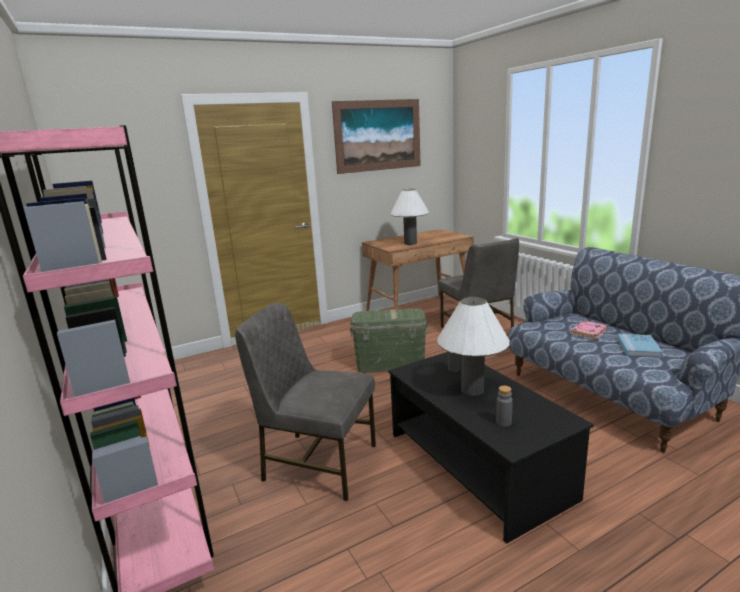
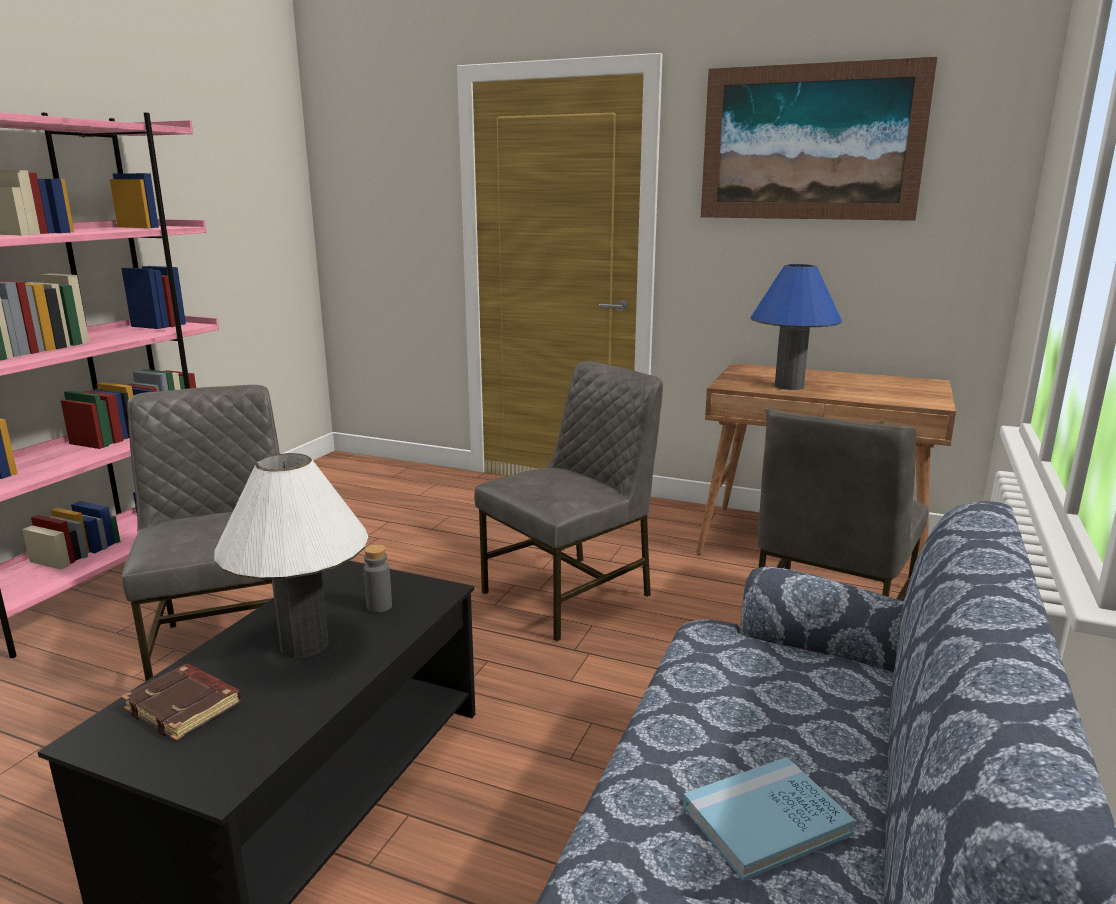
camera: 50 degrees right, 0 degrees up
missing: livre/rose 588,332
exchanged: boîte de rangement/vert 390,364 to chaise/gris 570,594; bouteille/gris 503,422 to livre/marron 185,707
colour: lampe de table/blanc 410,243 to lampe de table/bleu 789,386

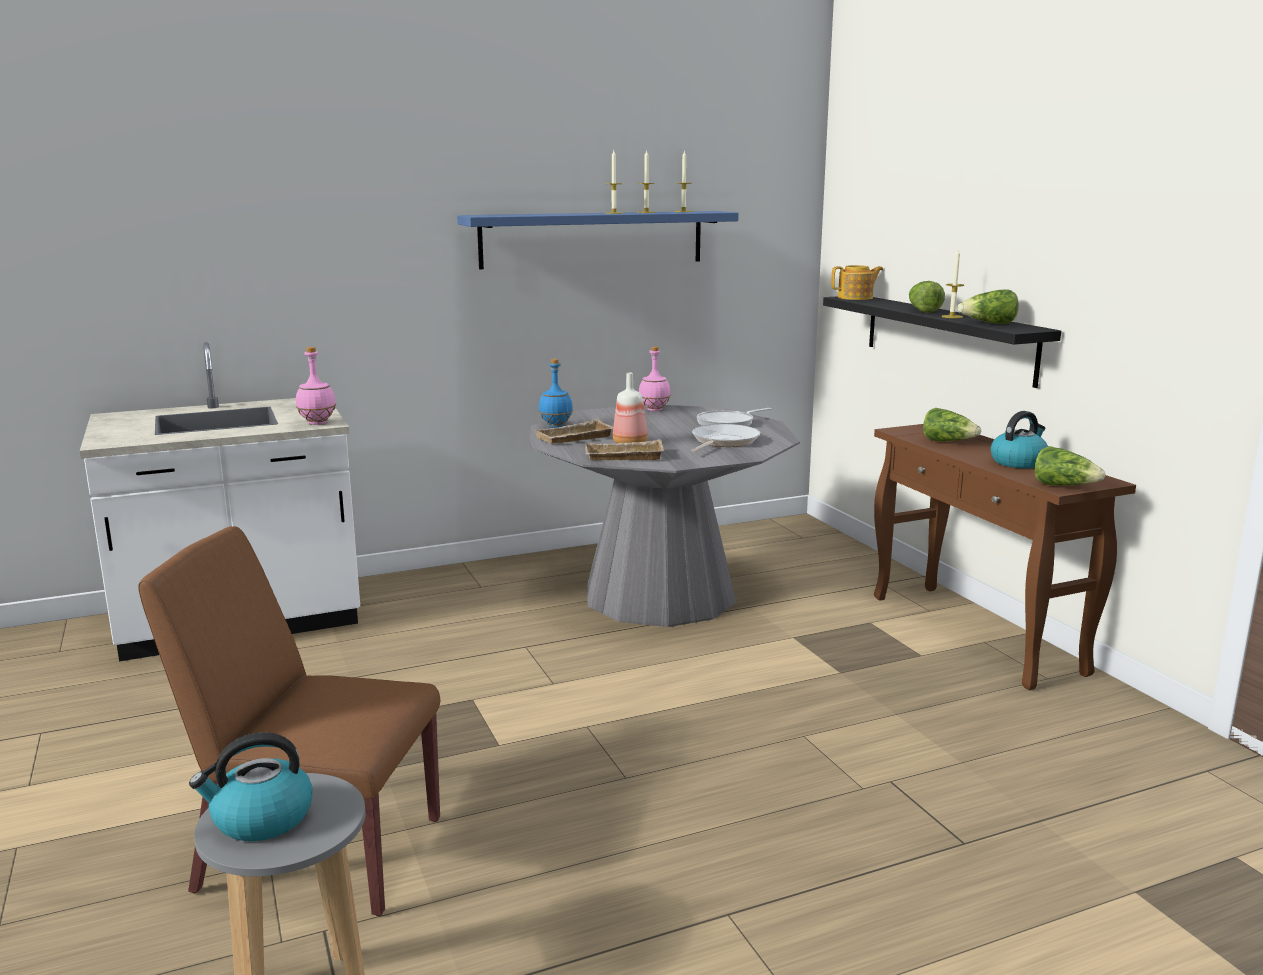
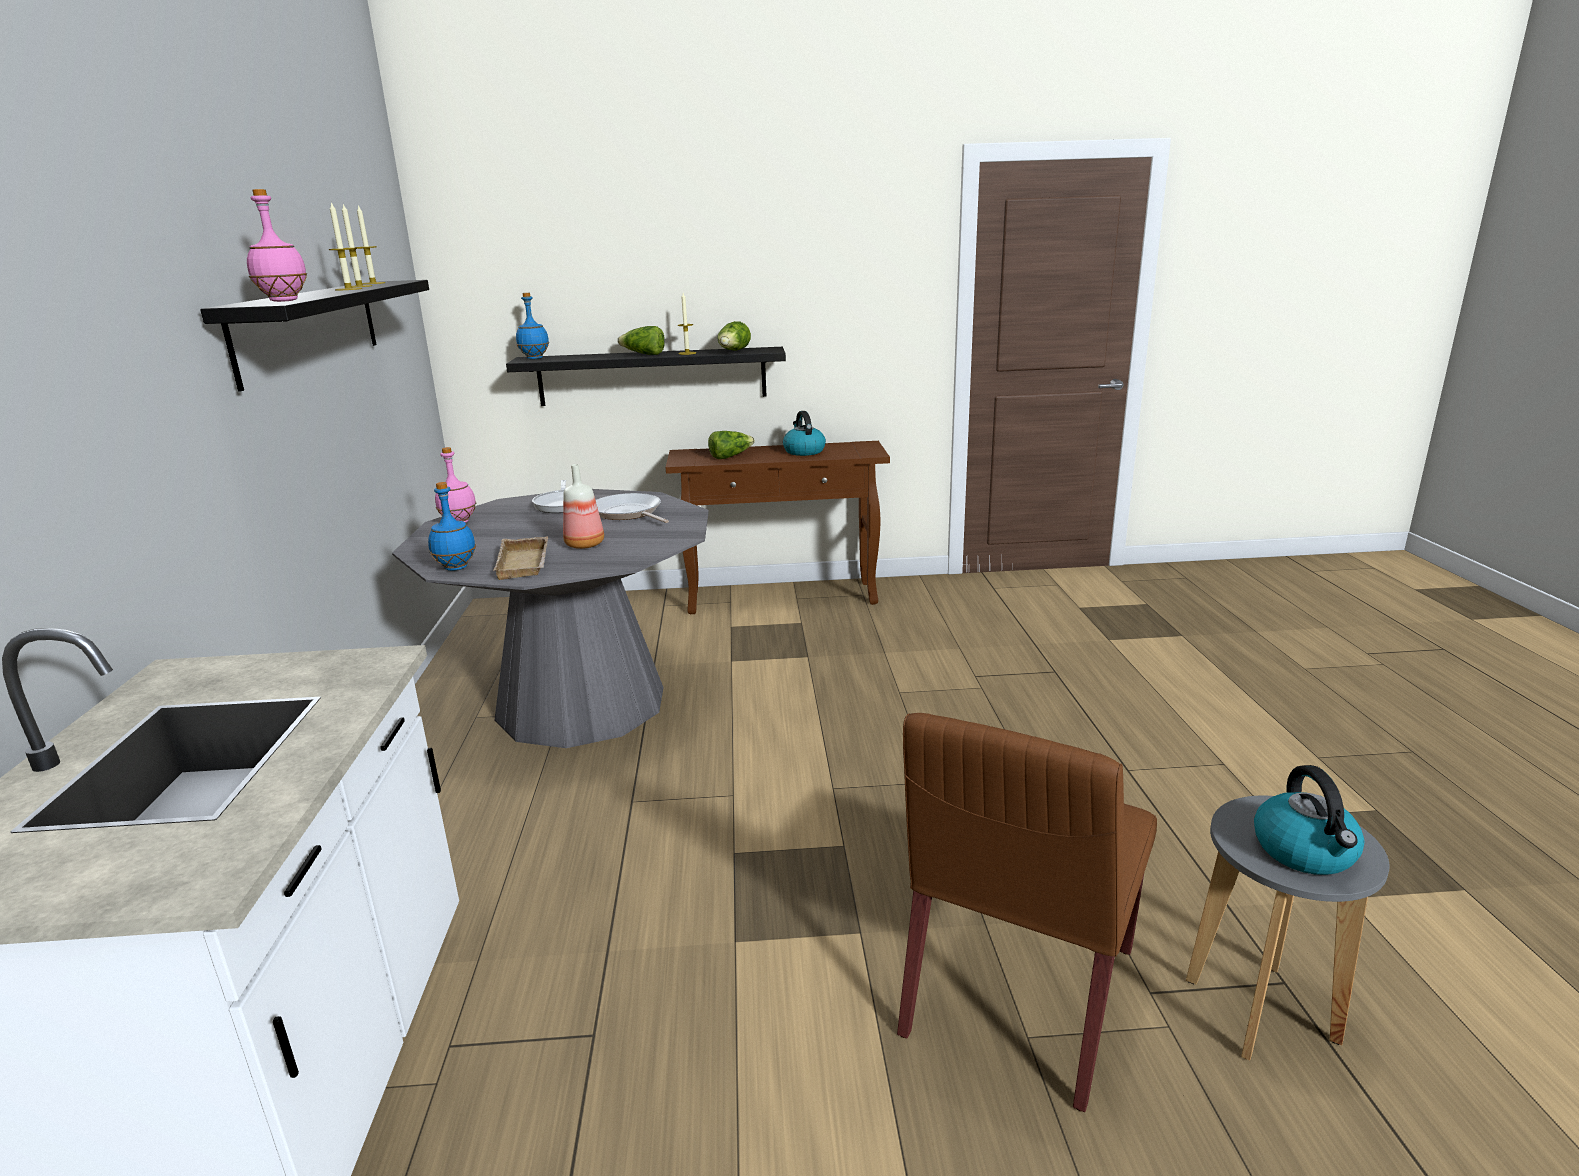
camera: 70 degrees left, 5 degrees up
missing: plateau/beige 622,457; laitue 1064,486
relocated: bouteille/rose 317,423 to 283,301
exchanged: théière 856,298 to bouteille/bleu 535,358
colour: étagère/bleu 593,239 to étagère/noir 309,329

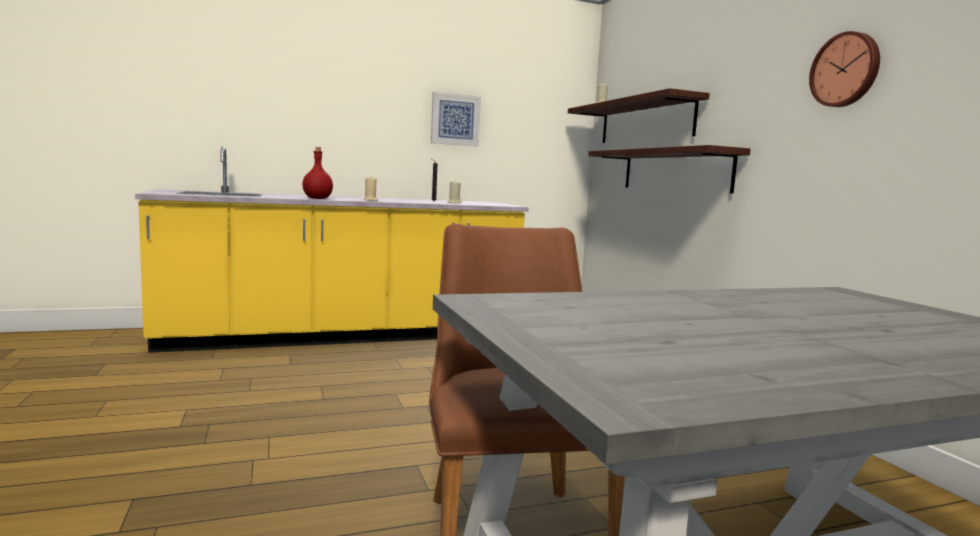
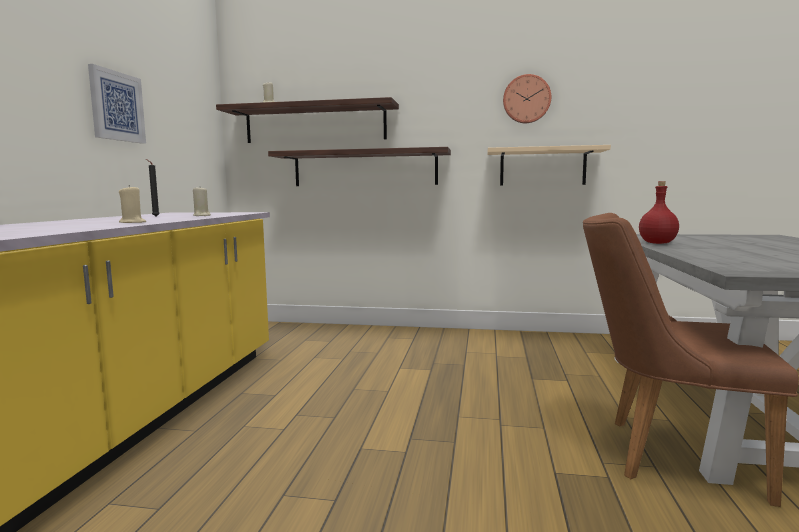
camera: 60 degrees left, 0 degrees up
appeared: étagère/beige 542,167
relocated: bouteille/rouge 317,198 to 658,243

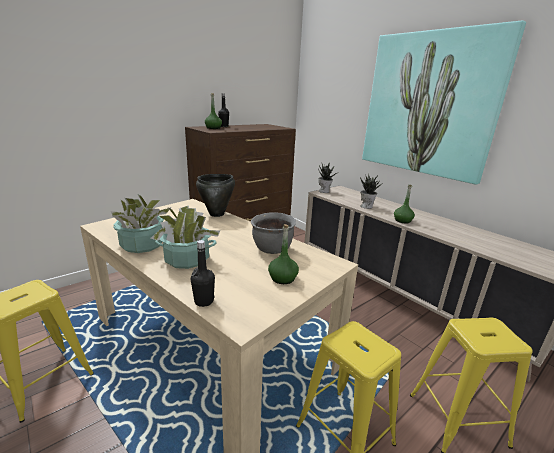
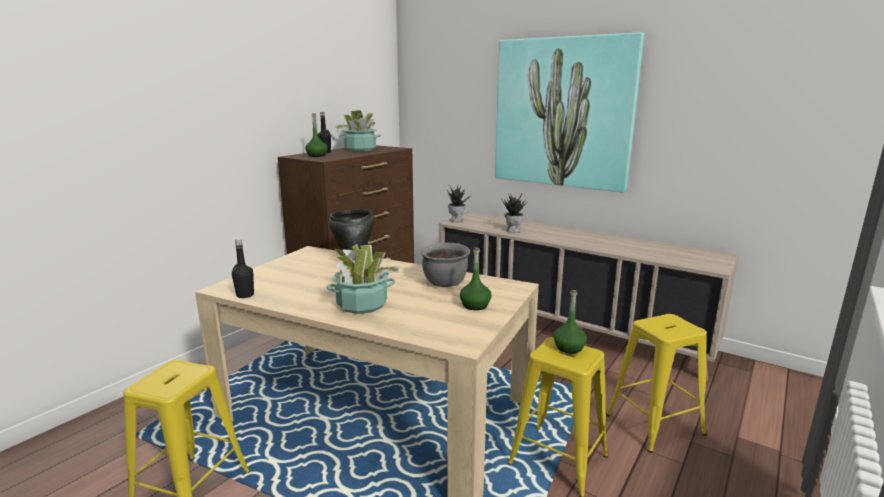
camera: 15 degrees left, 5 degrees down
relocated: plante en pot 142,245 to 360,149; bouteille/noir 204,301 to 245,295; bouteille/vert 402,220 to 568,347

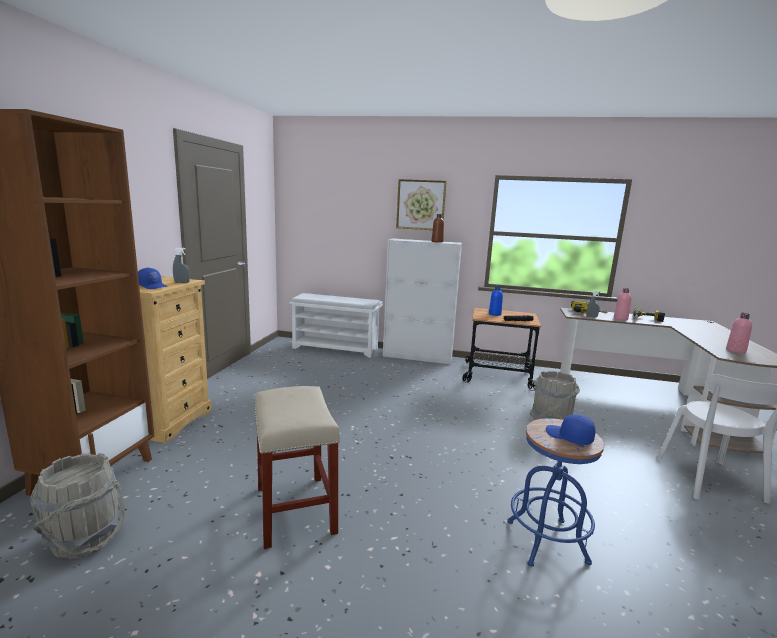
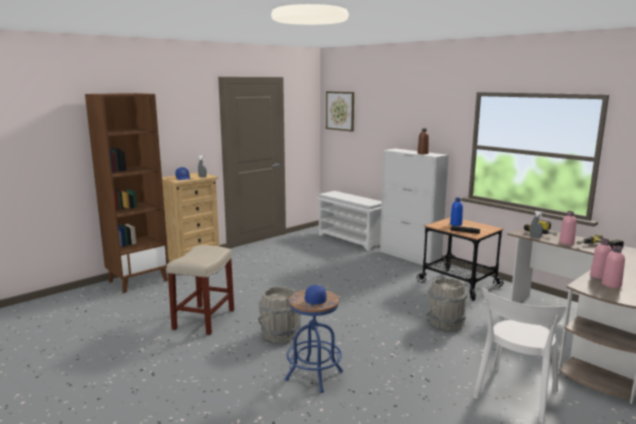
camera: 35 degrees right, 0 degrees up
appeared: bouteille/rose 599,276
relocated: seau/gris 85,538 to 279,335; tableau 421,205 to 340,111

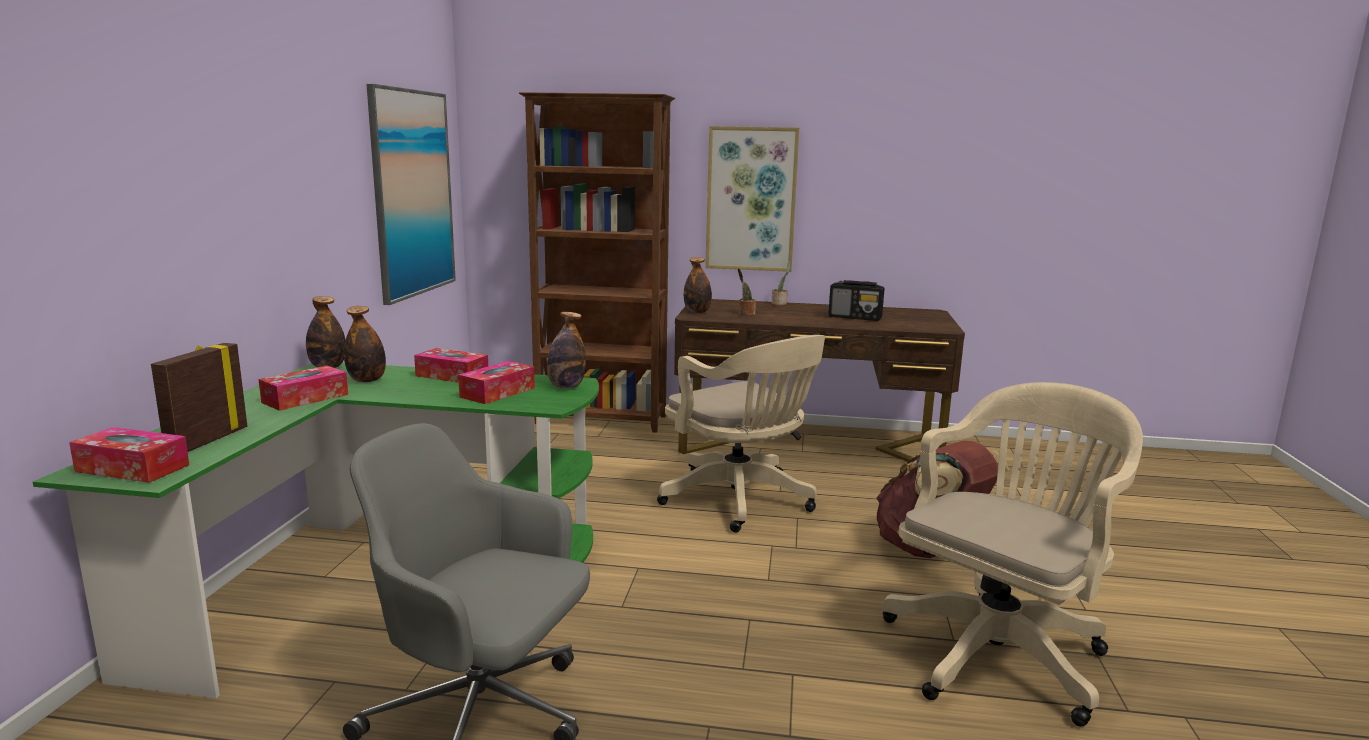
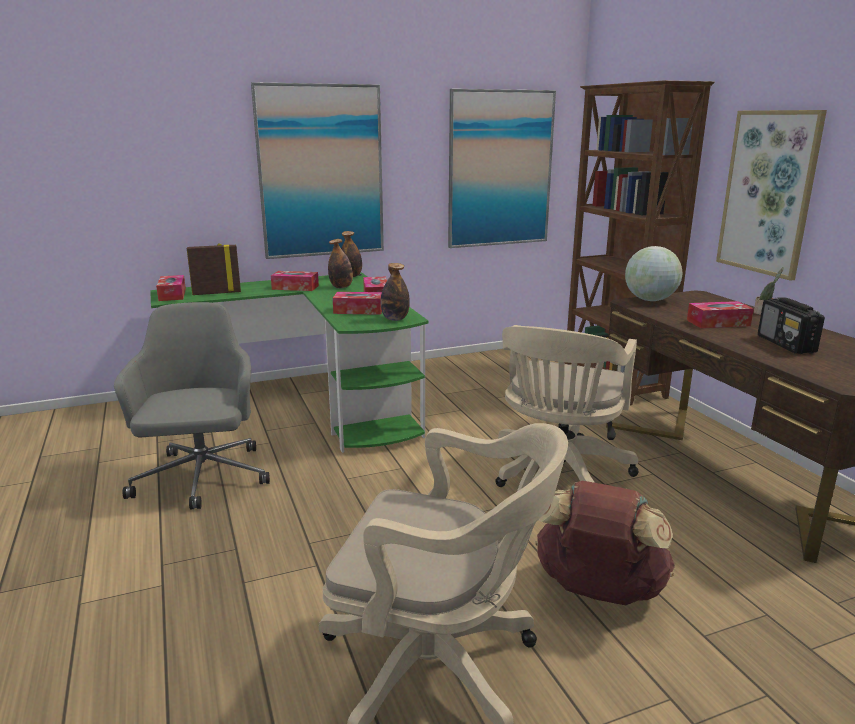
camera: 60 degrees right, 5 degrees up
missing: plante en pot 745,314
appeared: tableau 321,172; boîte à mouchoirs 718,323
exchanged: bouteille 697,312 to globe 650,300

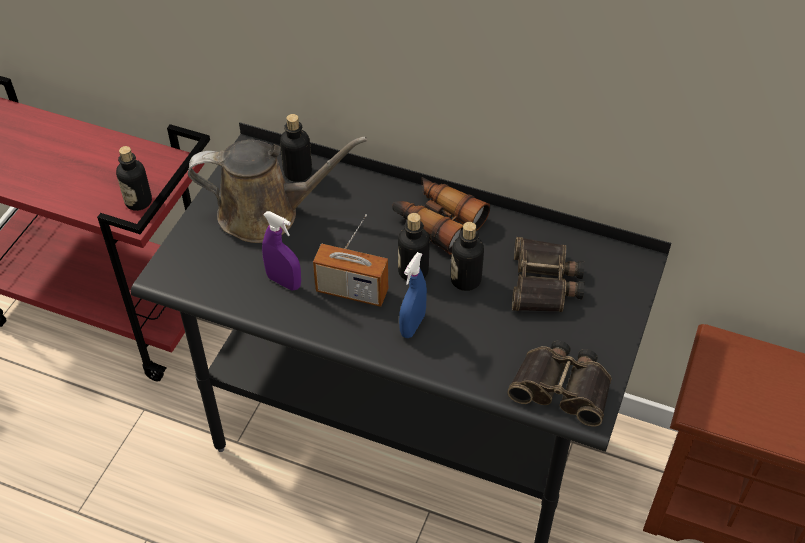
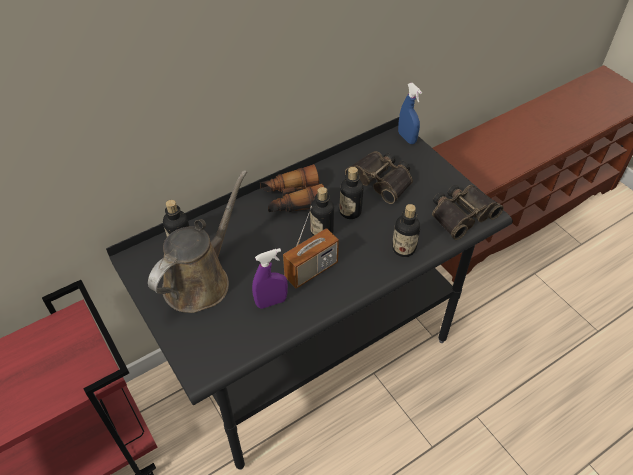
camera: 55 degrees left, 0 degrees up
relocated: bouteille 138,201 to 403,249; vaporisateur/bleu 412,325 to 407,138

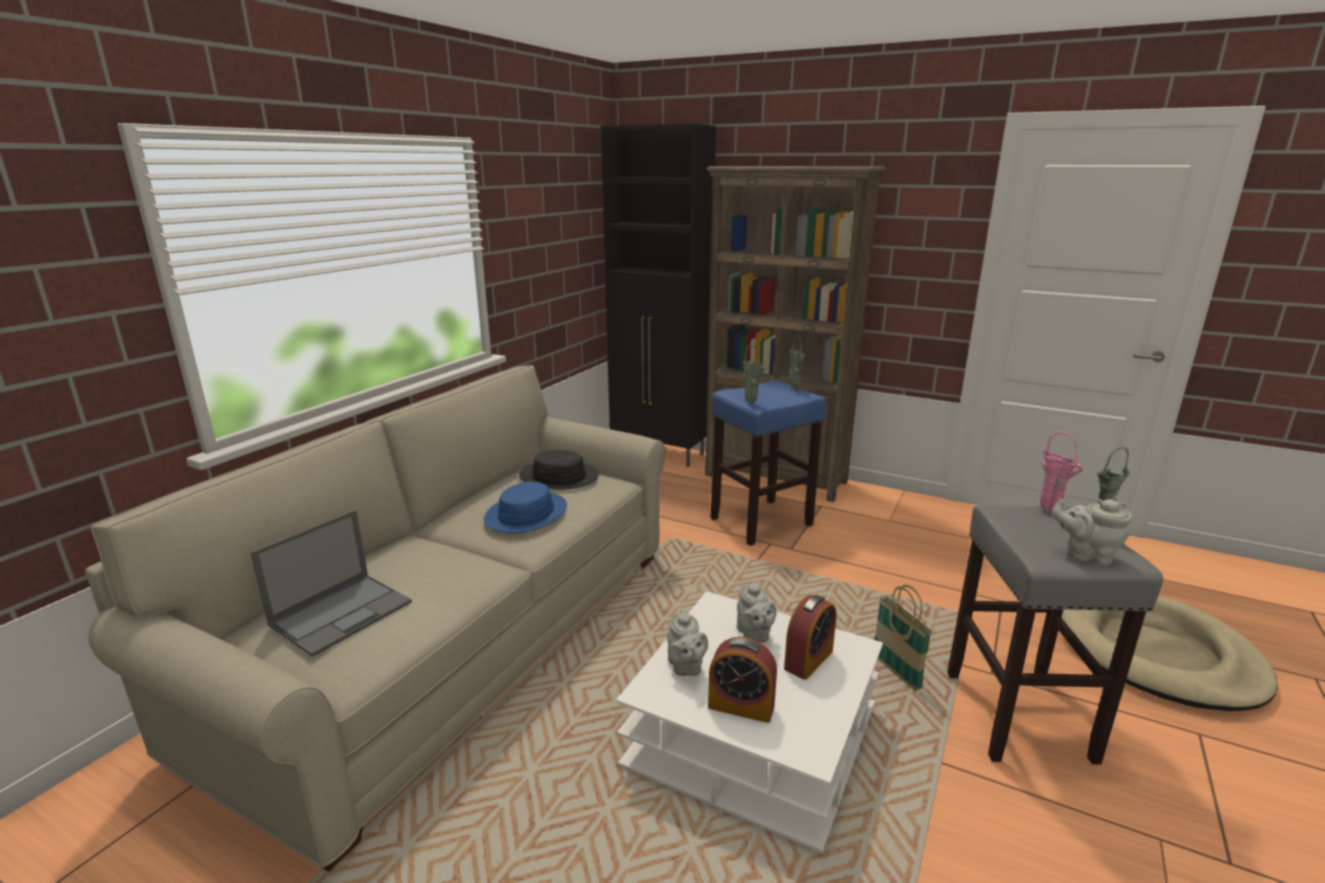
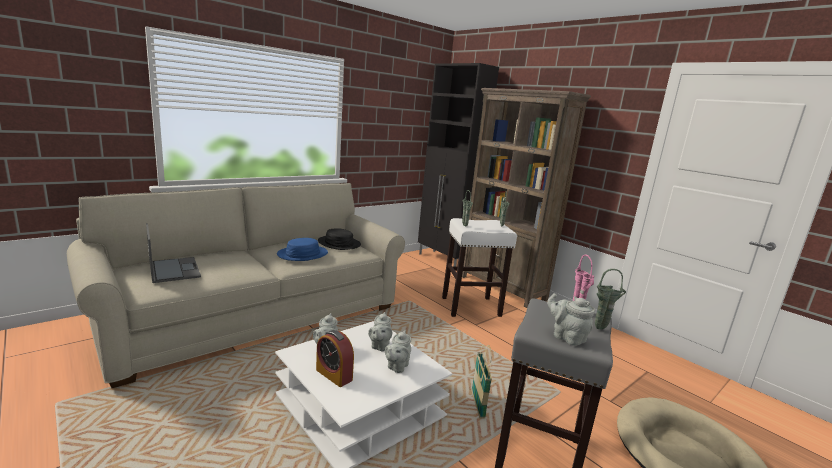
camera: 20 degrees right, 5 degrees down
exchanged: réveil 808,660 to théière/gris 397,367
colour: tabouret/bleu 762,521 to tabouret/blanc 471,306
spun: ordinateur portable 343,613 = 174,269 90 degrees counterclockwise

